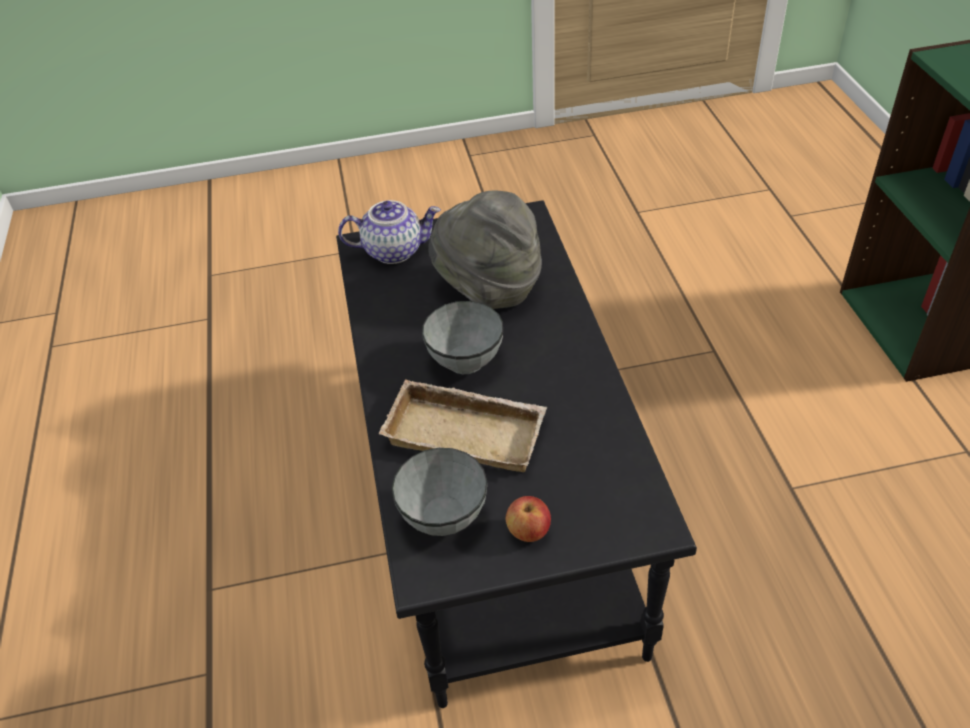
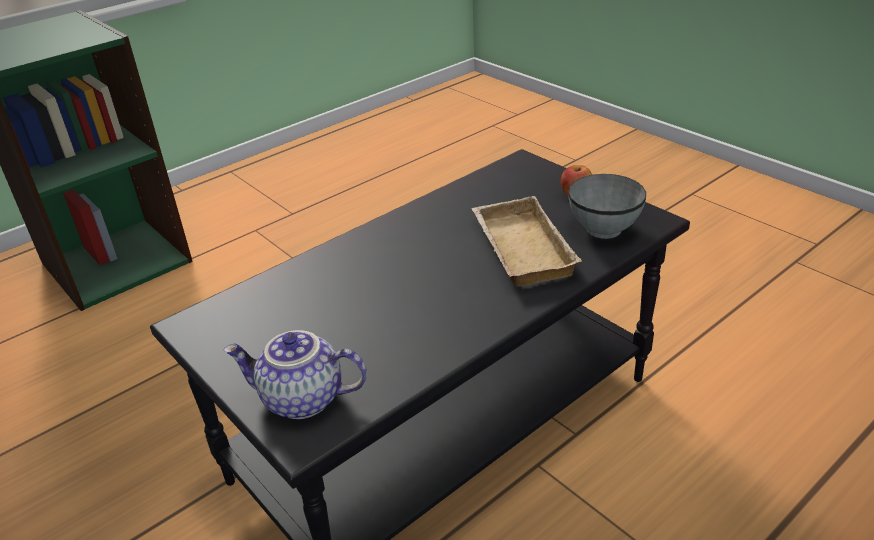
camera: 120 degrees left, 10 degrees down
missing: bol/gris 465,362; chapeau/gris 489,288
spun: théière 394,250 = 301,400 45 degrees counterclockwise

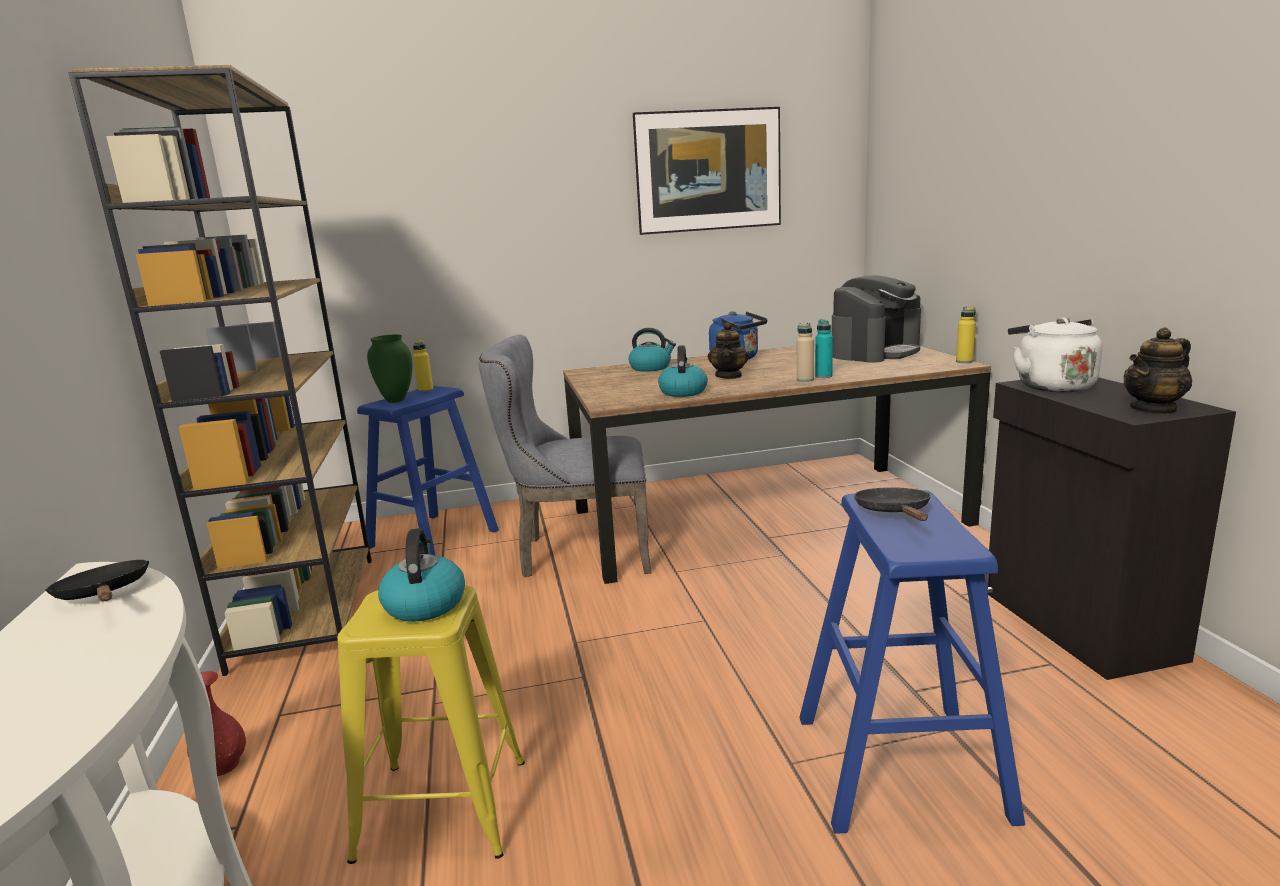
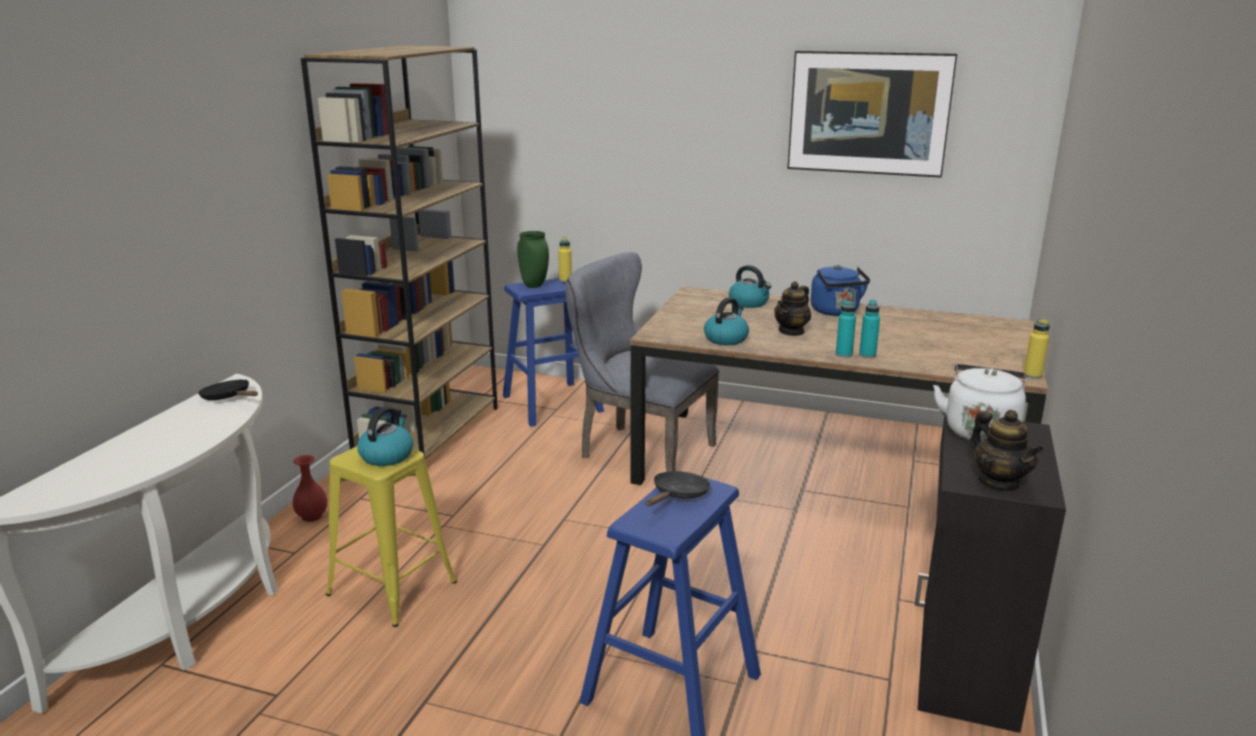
camera: 30 degrees right, 5 degrees up
missing: machine à café 875,352
colour: bouteille/beige 805,380 to bouteille/turquoise 844,354
spun: poêle/noir 105,594 = 229,398 45 degrees counterclockwise; théière 1154,409 = 999,482 120 degrees counterclockwise

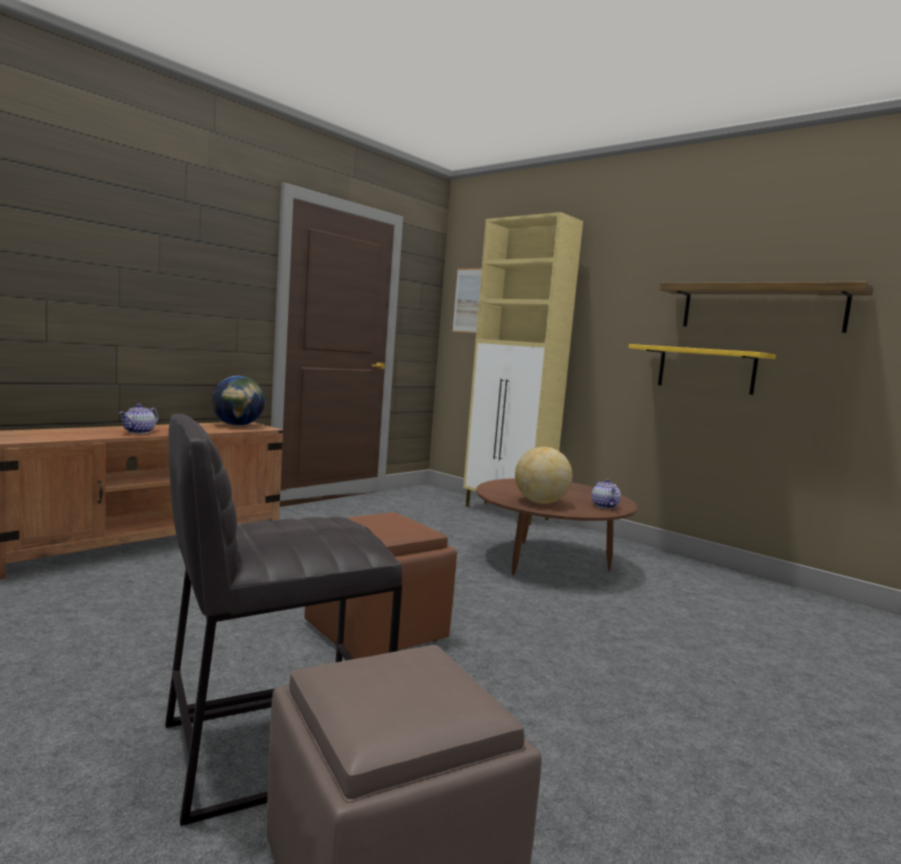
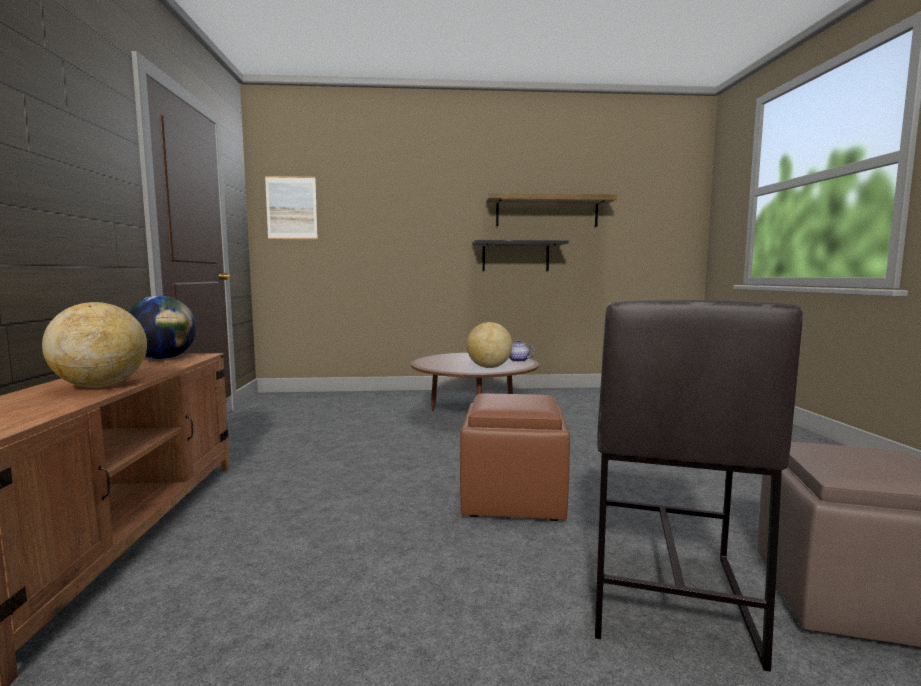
camera: 45 degrees left, 0 degrees up
missing: meuble de rangement/beige 507,513
exchanged: théière 139,432 to globe 101,386
colour: étagère/jaune 706,370 to étagère/noir 515,256

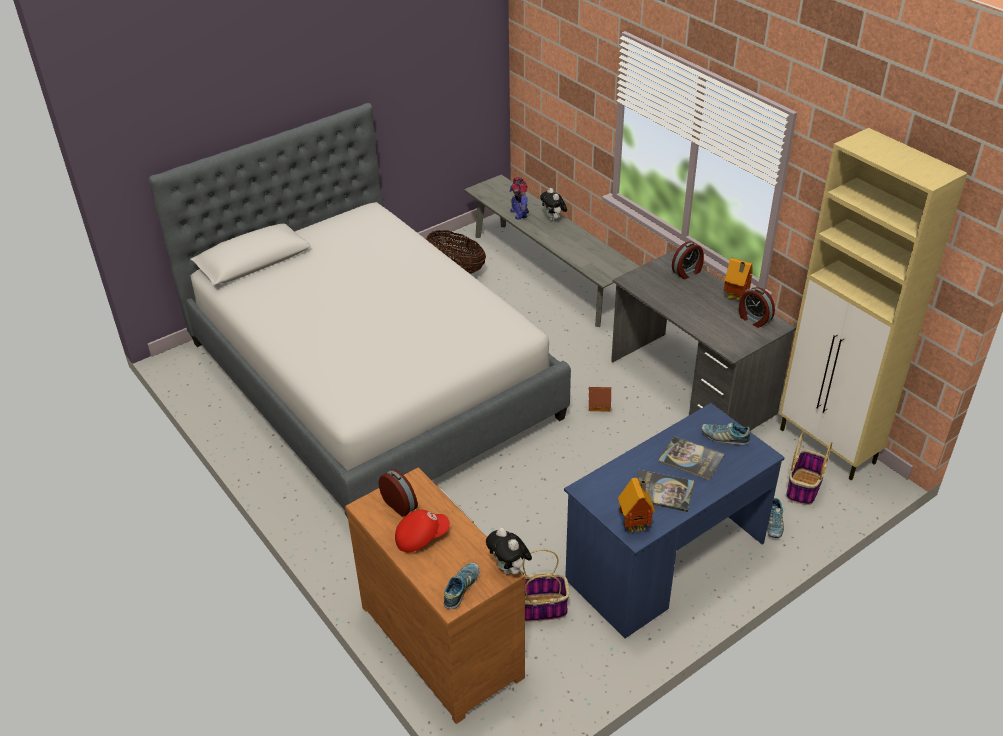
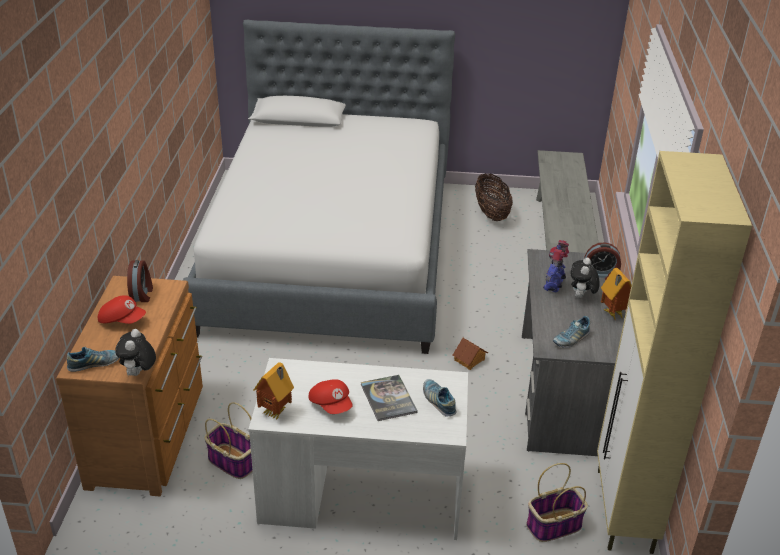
camera: 40 degrees right, 5 degrees down
missing: réveil 753,319
relocated: robot jouet 519,213 to 554,285; peluche 553,219 to 581,297; chaussure 774,524 to 571,339
exchanged: livre 662,491 to casquette/rouge 331,405
colour: bureau/bleu 665,561 to bureau/blanc 361,496

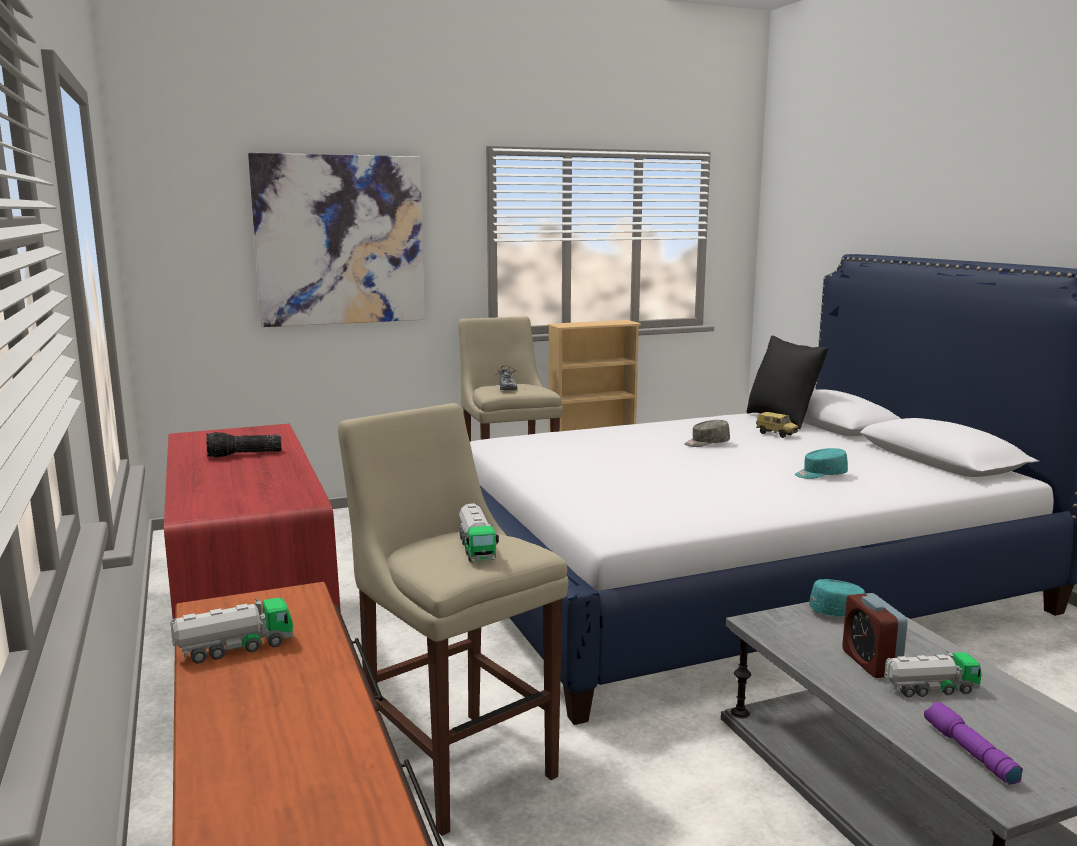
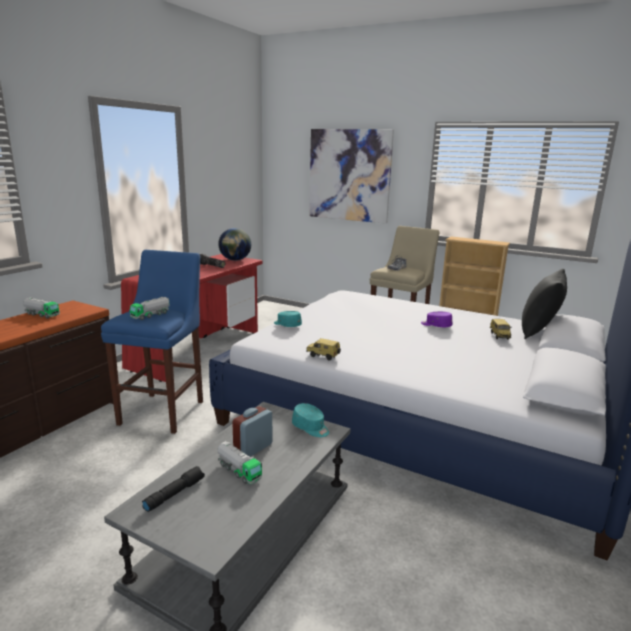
camera: 50 degrees right, 5 degrees up
appeared: globe 235,260; petite voiture 322,356
relocated: casquette/turquoise 820,475 to 287,325
colour: tabouret/beige 456,762 to tabouret/bleu 164,410; casquette/gris 706,443 to casquette/violet 436,325; lampe de poche/violet 968,752 to lampe de poche/noir 174,493

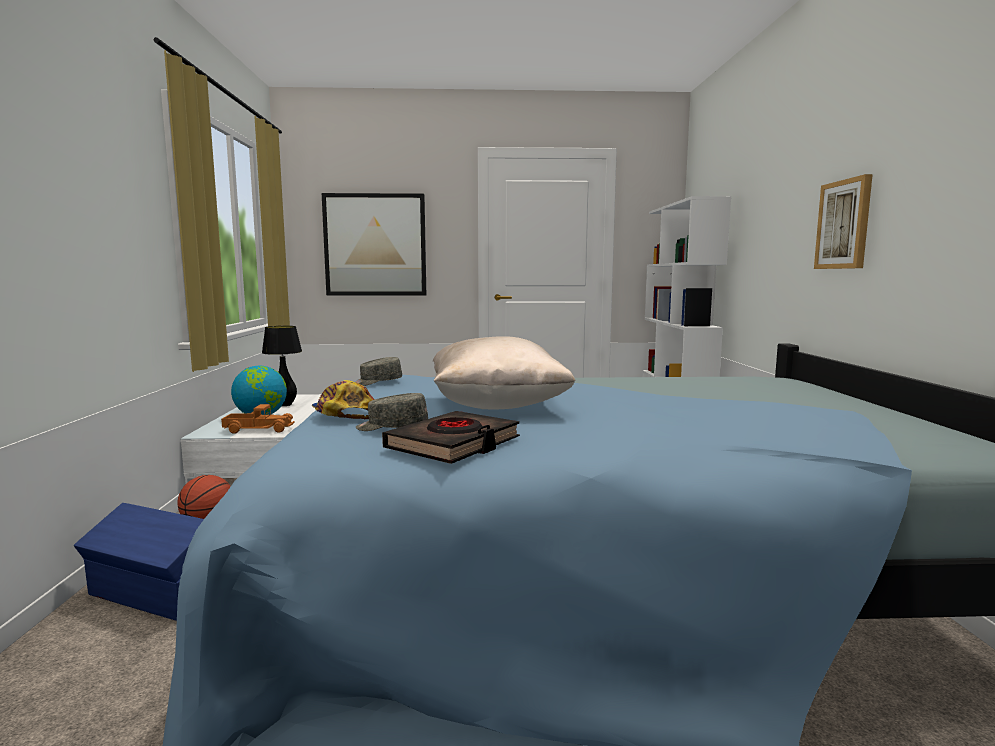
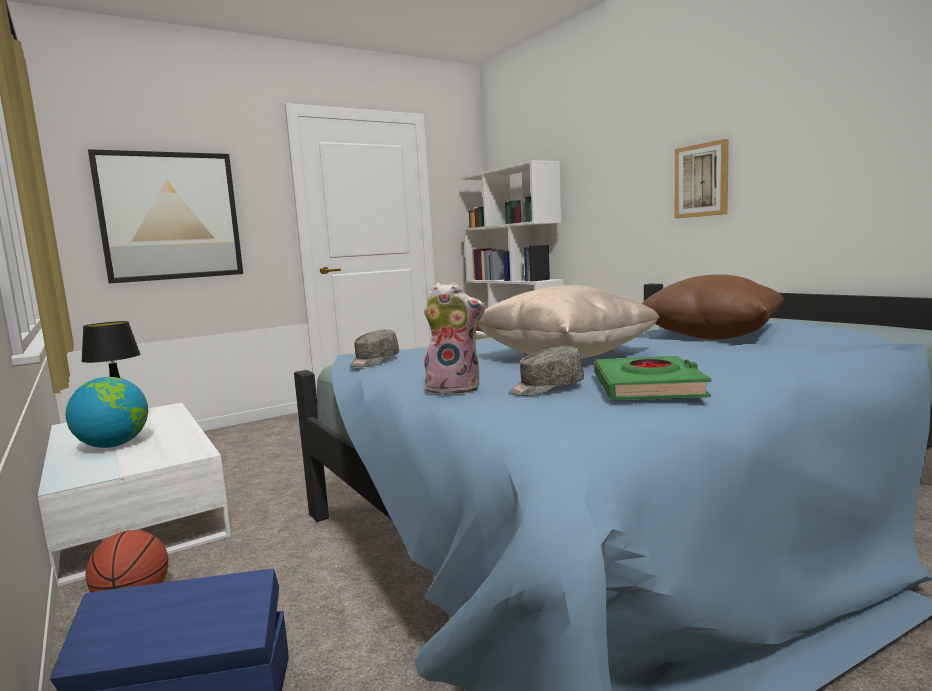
camera: 30 degrees left, 0 degrees up
missing: camion jouet 259,429
appeared: coussin/marron 712,337
exchanged: casquette 344,414 to peluche 455,388
colour: livre/noir 454,444 to livre/vert 648,387

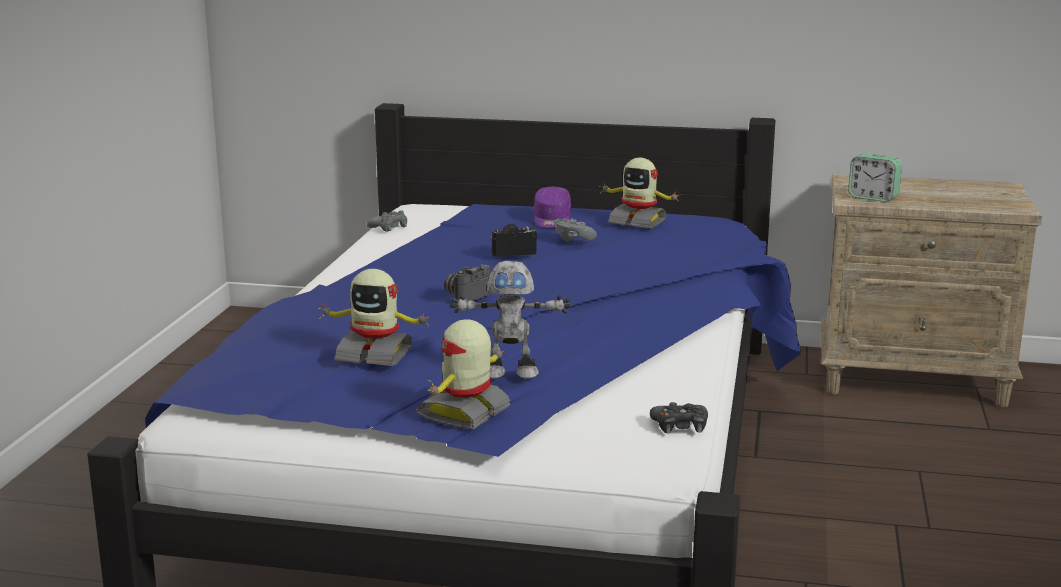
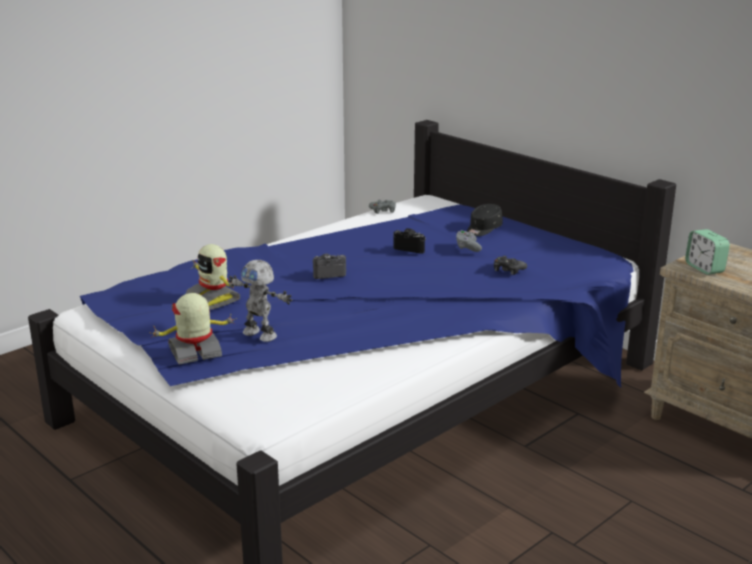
camera: 35 degrees right, 5 degrees up
missing: robot jouet 638,222
relocated: manette/noir 680,426 to 508,269
colour: casquette/violet 551,220 to casquette/noir 483,229

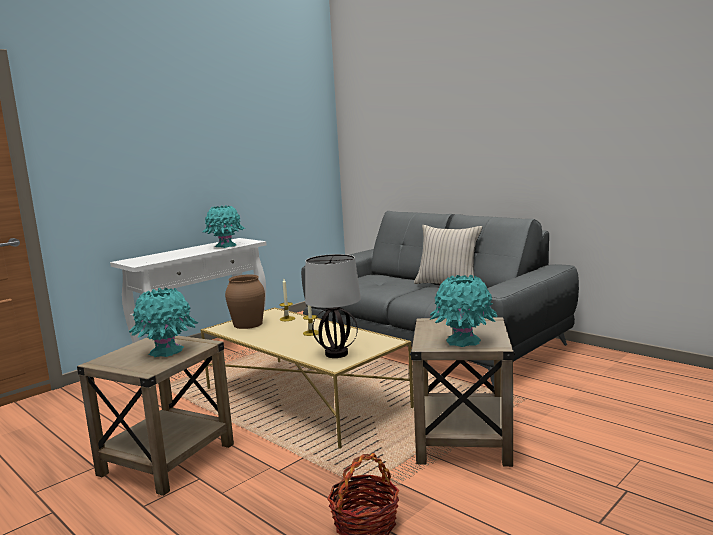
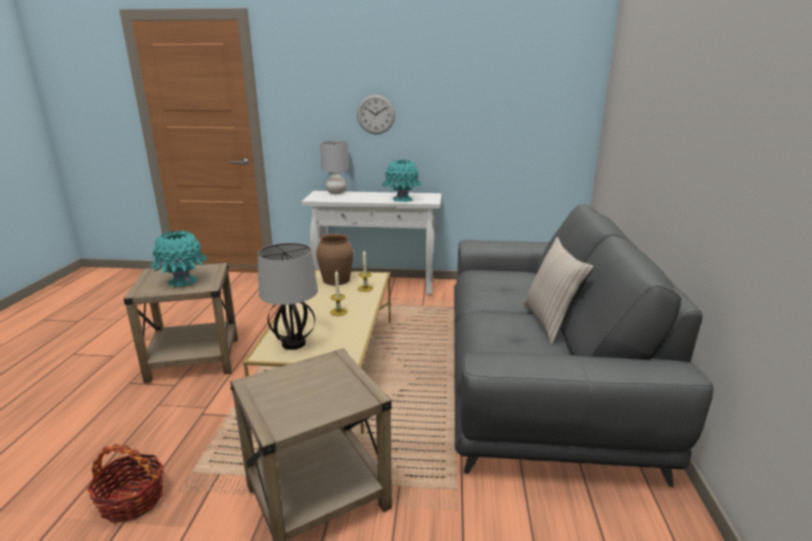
camera: 50 degrees right, 10 degrees up
missing: vase/turquoise 463,341
appeared: lampe de table/gris 336,193; horloge murale 375,114

